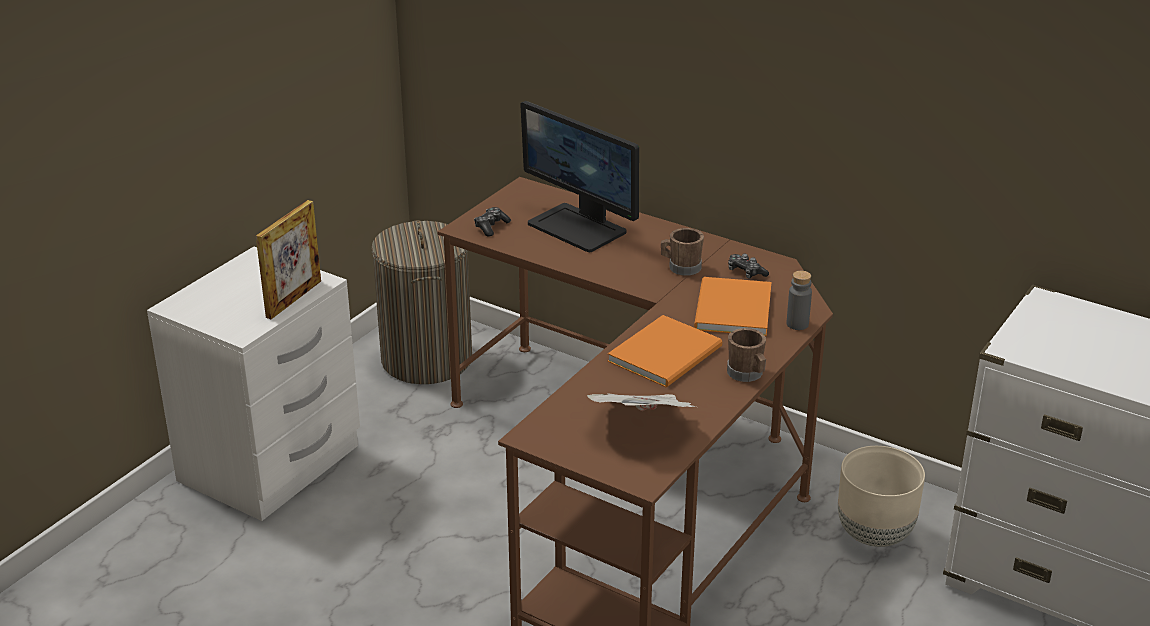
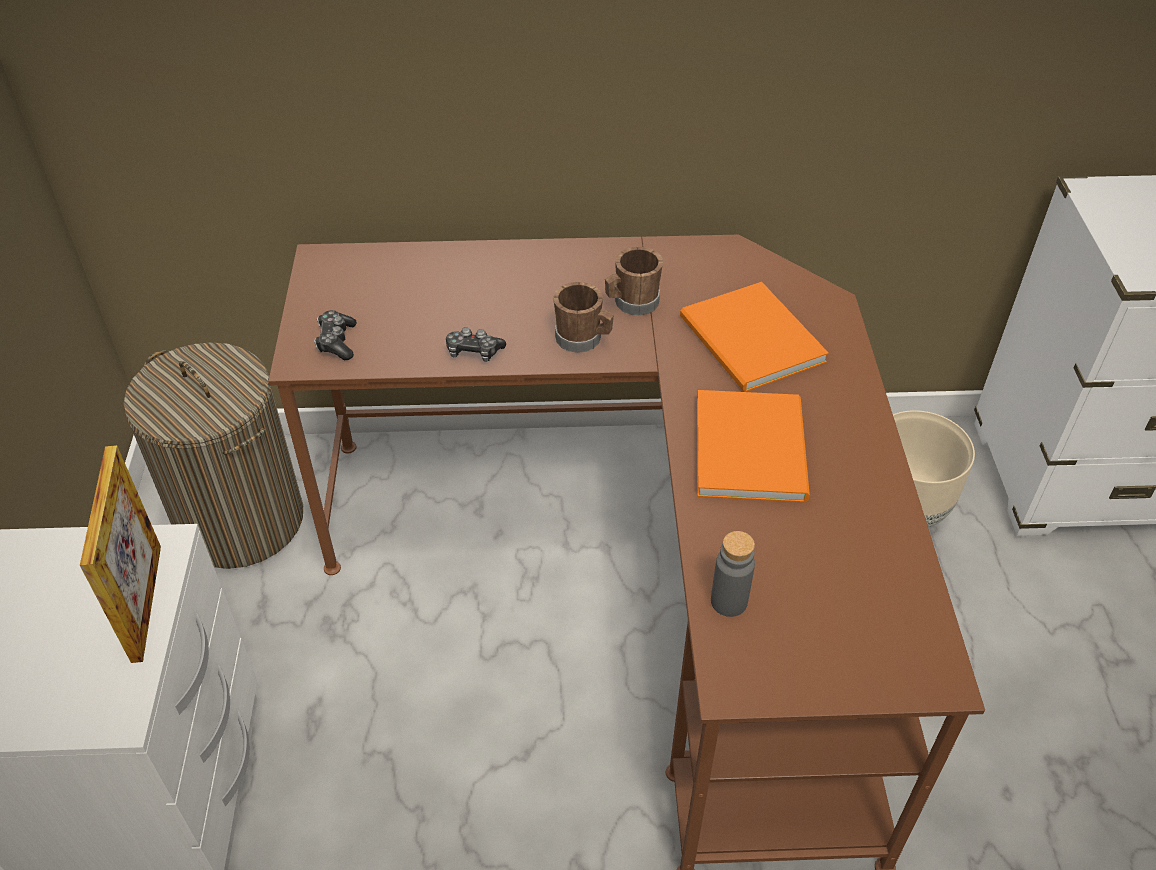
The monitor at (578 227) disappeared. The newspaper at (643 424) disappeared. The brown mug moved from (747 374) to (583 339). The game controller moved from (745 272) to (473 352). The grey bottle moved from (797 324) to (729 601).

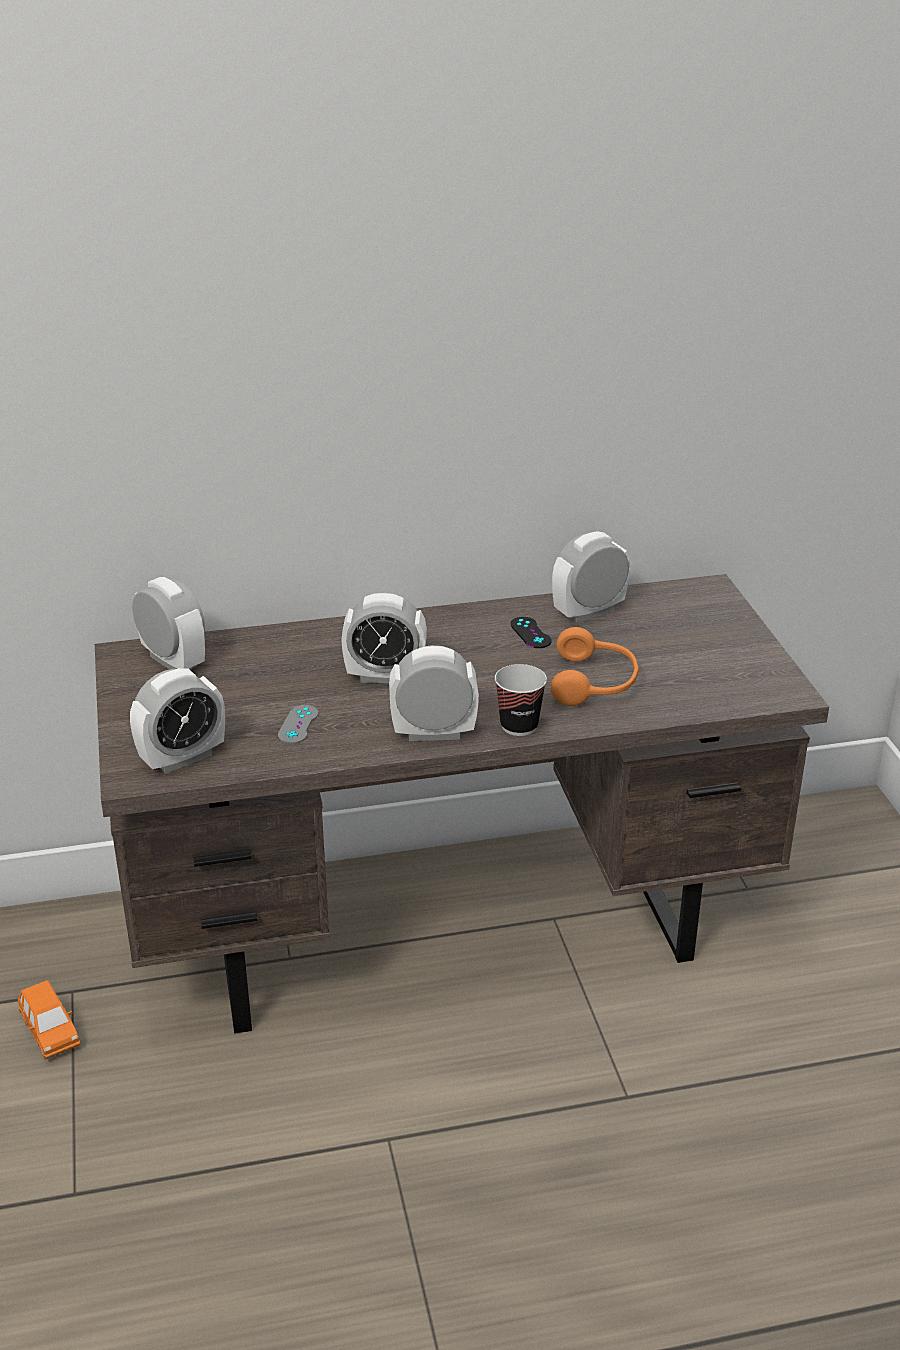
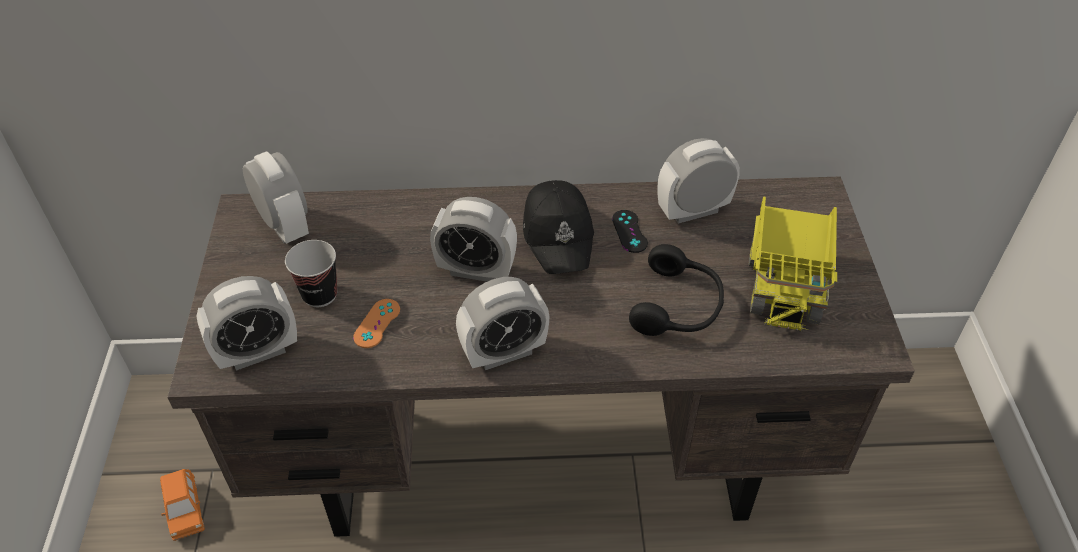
The black cap at (559 235) appeared. The toy truck at (786 283) appeared. The cup moved from (519 726) to (320 294). The grey game controller at (298 725) became the orange game controller at (377 323). The orange headphones at (595 683) became the black headphones at (678 306). The alarm clock at (433 733) turned 150 degrees clockwise.

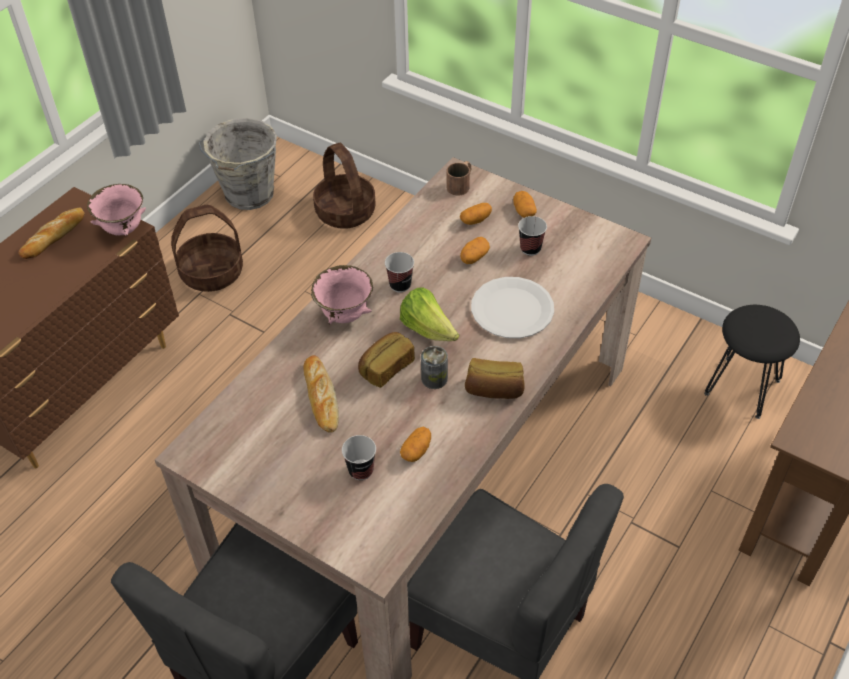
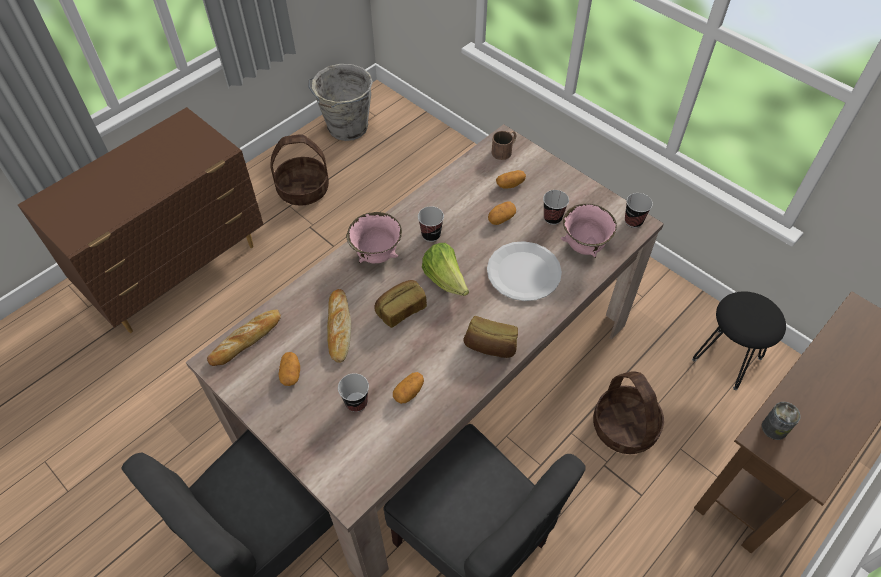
The cup at (633 221) appeared. The bread moved from (54 236) to (246 340). The pink bowl moved from (123 230) to (583 247). The basket moved from (346 212) to (625 427). The can moved from (434 378) to (774 428). The potato moved from (524 211) to (291 373).

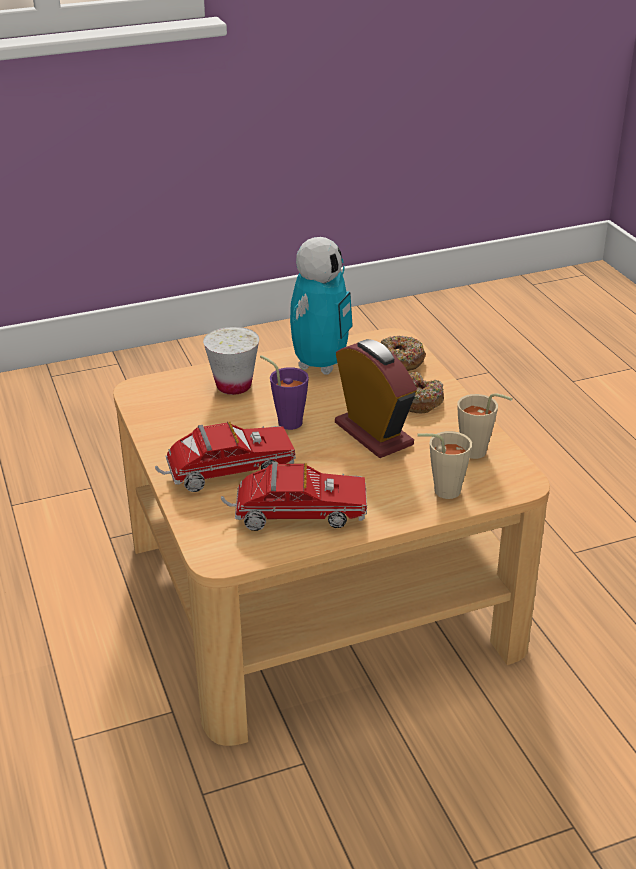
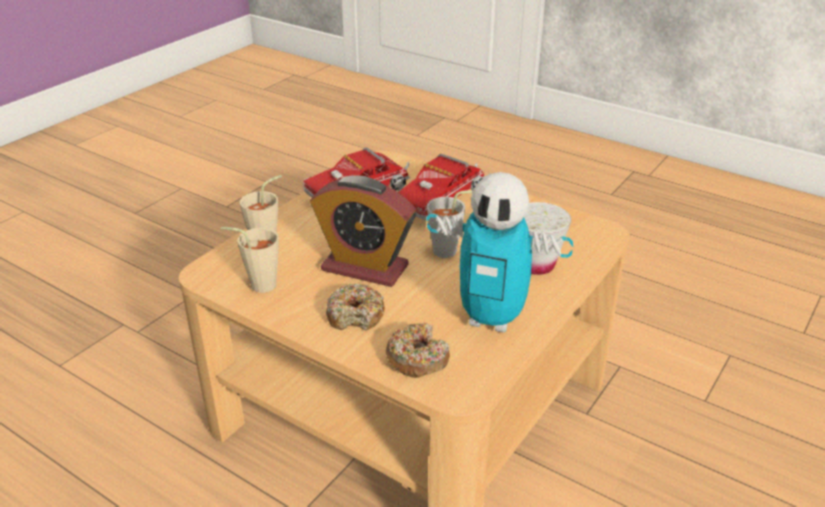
The purple cup at (286 420) became the grey cup at (450 251). The toy robot at (320 365) turned 60 degrees counterclockwise.

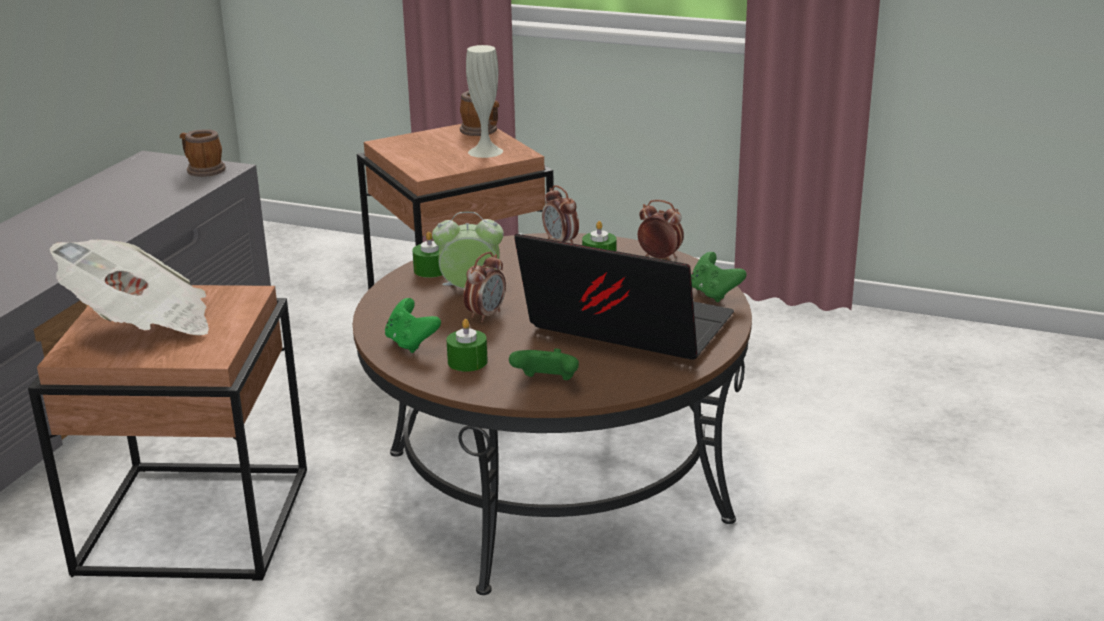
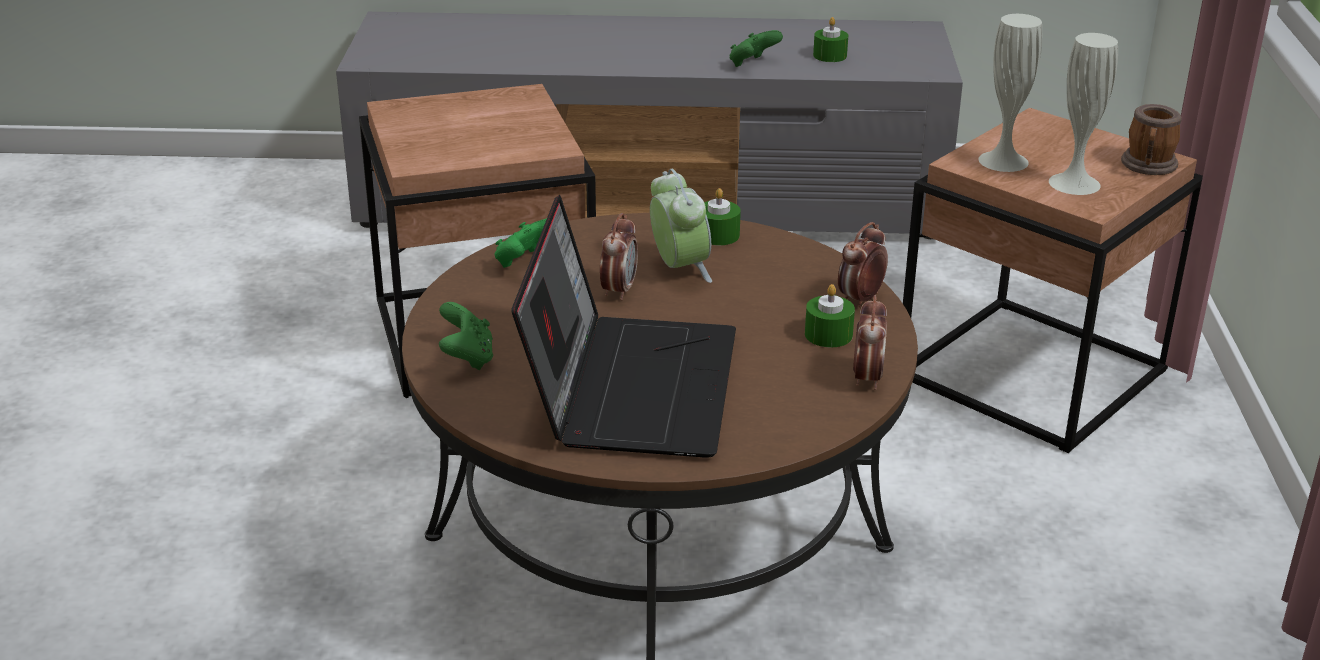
The newspaper at (142 324) disappeared. The mug at (202 169) disappeared. The white vase at (1003 161) appeared. The green candle moved from (467 362) to (830 55). The green game controller moved from (714 294) to (752 64). The alarm clock at (486 315) turned 90 degrees counterclockwise.

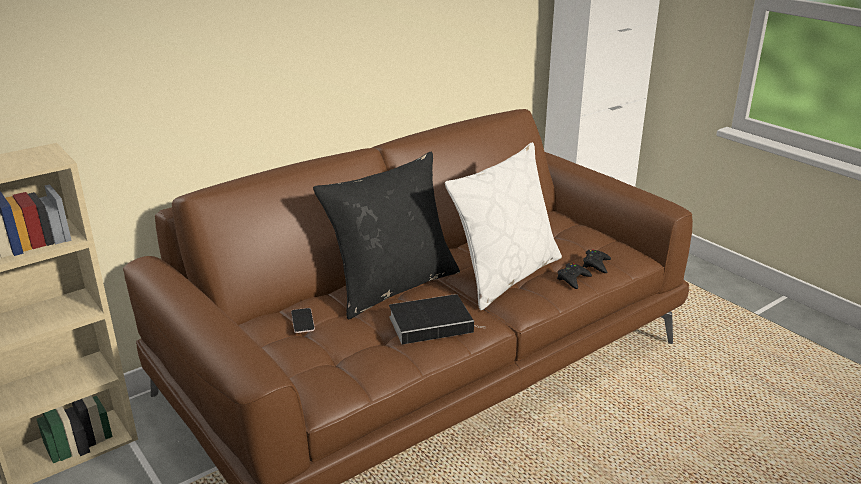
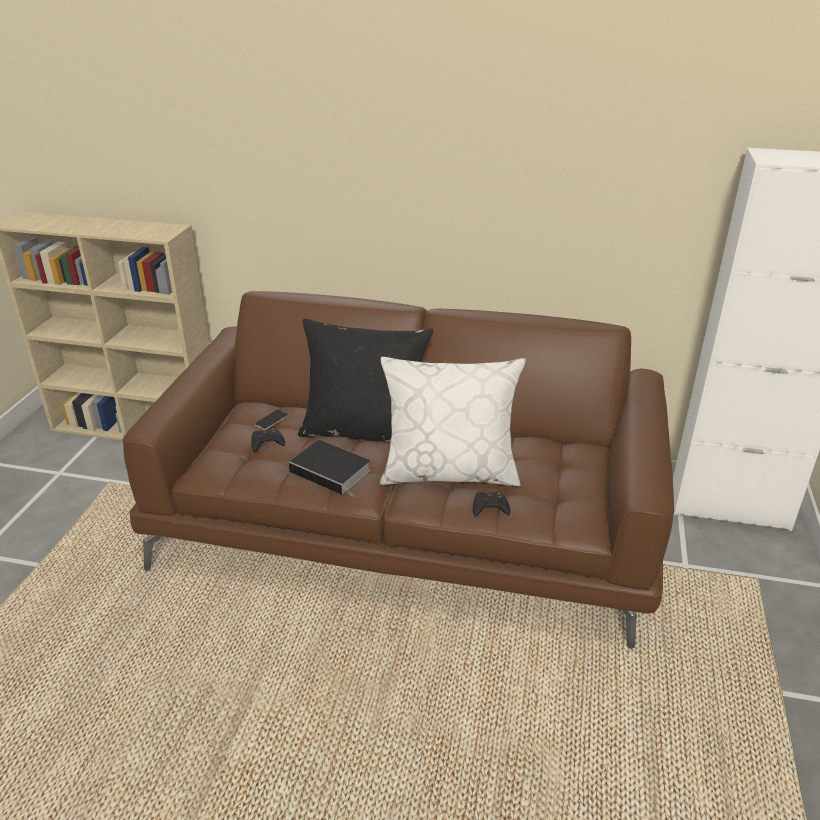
The black game controller moved from (596 264) to (267 443).

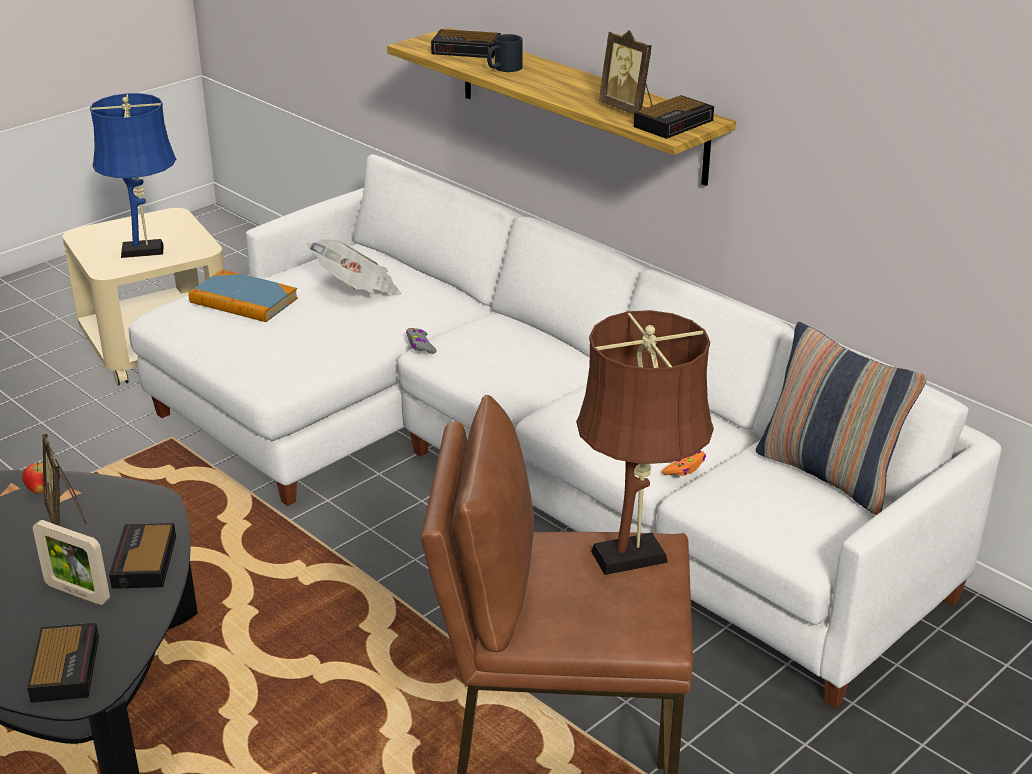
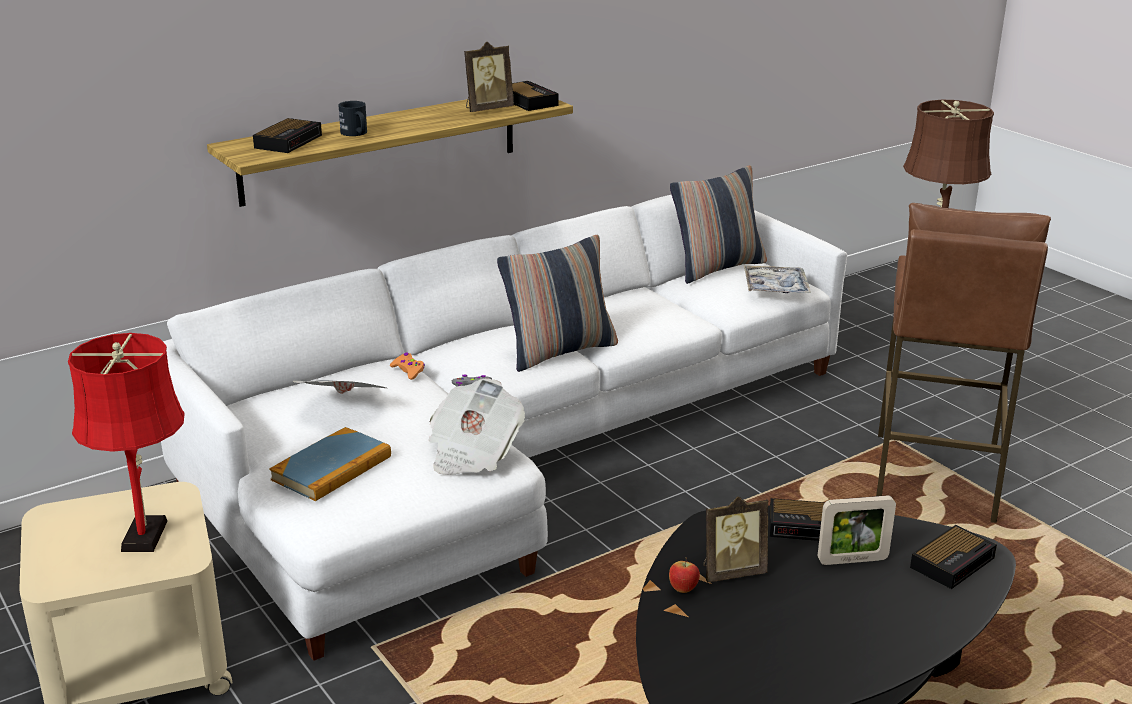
The newspaper at (472 452) appeared. The pillow at (559 351) appeared. The tray at (775 288) appeared. The orange game controller moved from (685 468) to (408 370). The blue table lamp at (147 250) became the red table lamp at (146 532). The alarm clock at (66 667) turned 135 degrees clockwise. The picture frame at (77 593) turned 45 degrees clockwise.

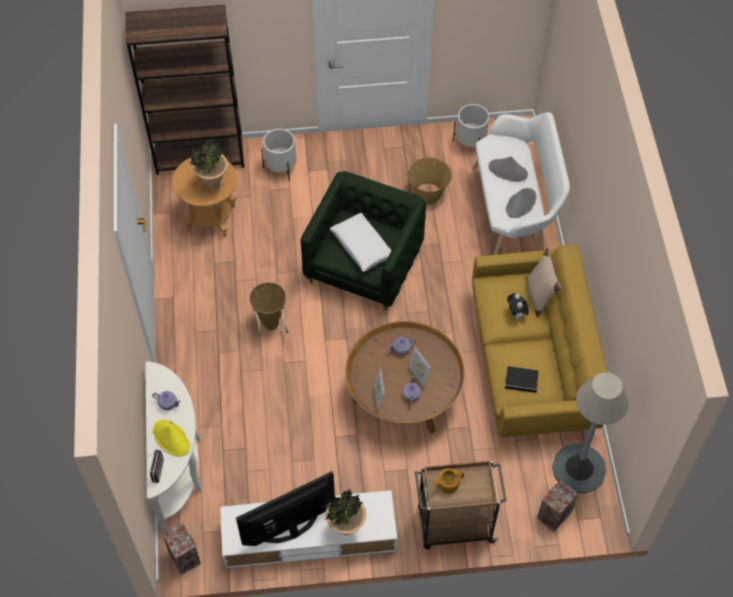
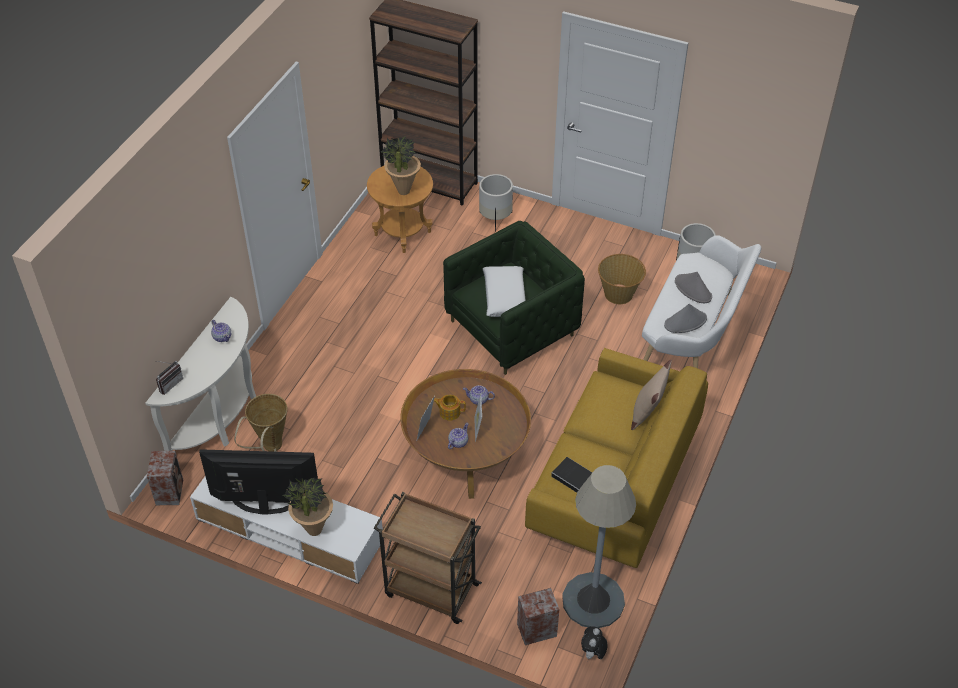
The yellow hat at (171 438) disappeared. The basket moved from (271 327) to (270 448). The teapot moved from (447 484) to (449 412). The plush toy moved from (516 314) to (592 653).

